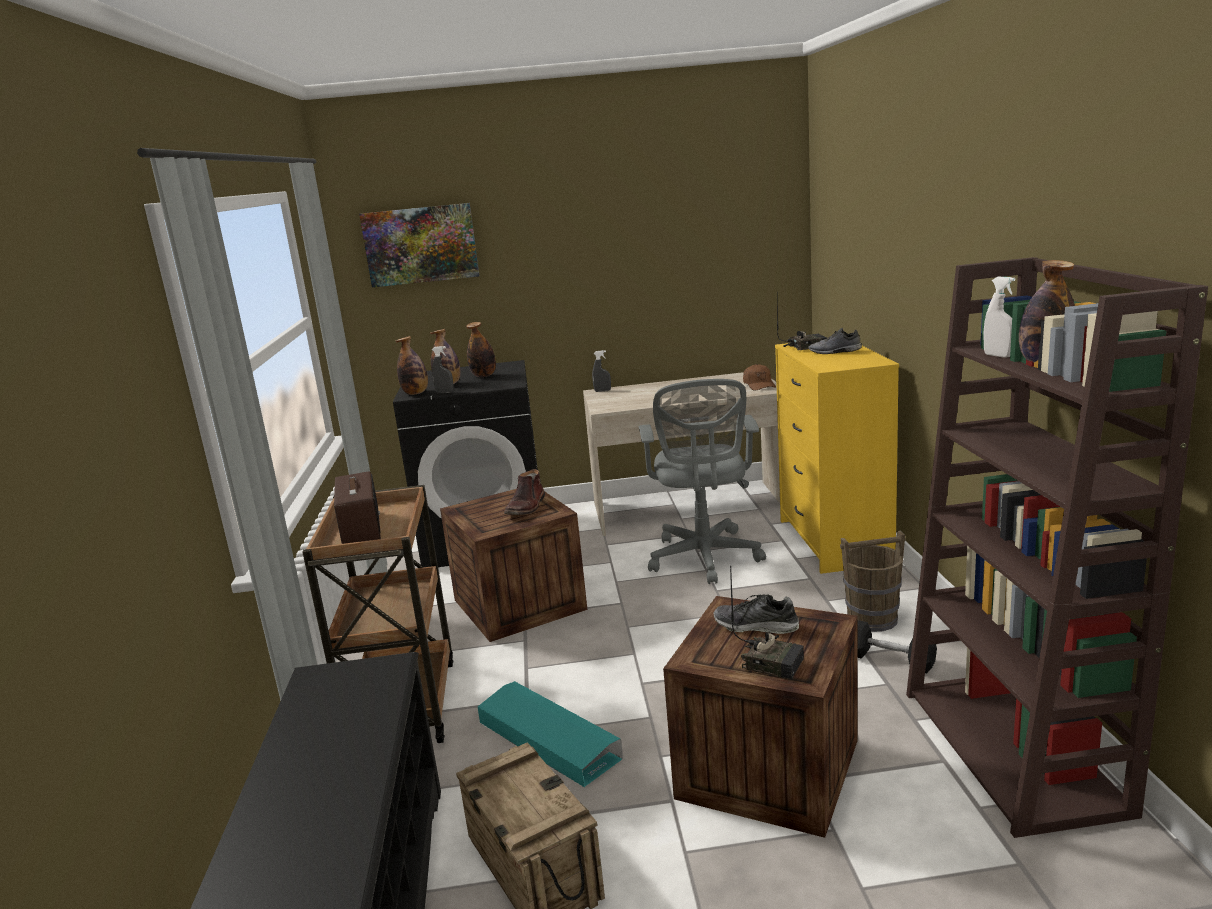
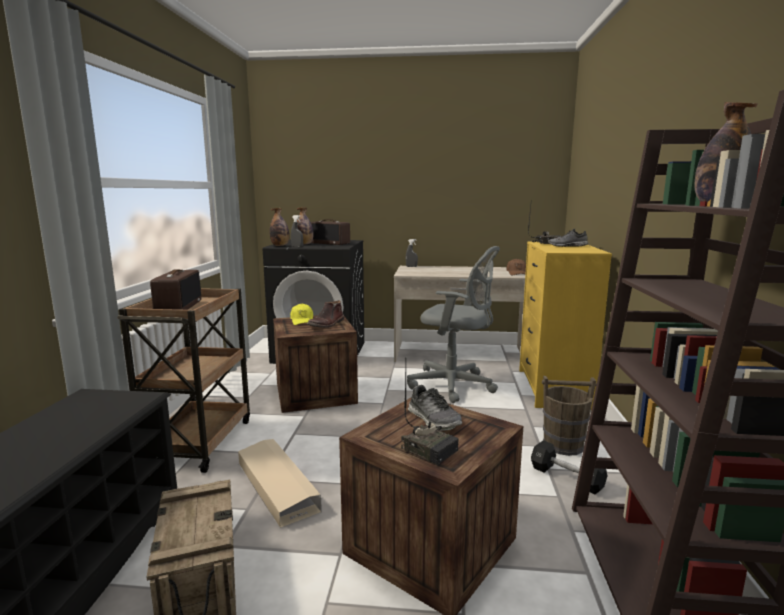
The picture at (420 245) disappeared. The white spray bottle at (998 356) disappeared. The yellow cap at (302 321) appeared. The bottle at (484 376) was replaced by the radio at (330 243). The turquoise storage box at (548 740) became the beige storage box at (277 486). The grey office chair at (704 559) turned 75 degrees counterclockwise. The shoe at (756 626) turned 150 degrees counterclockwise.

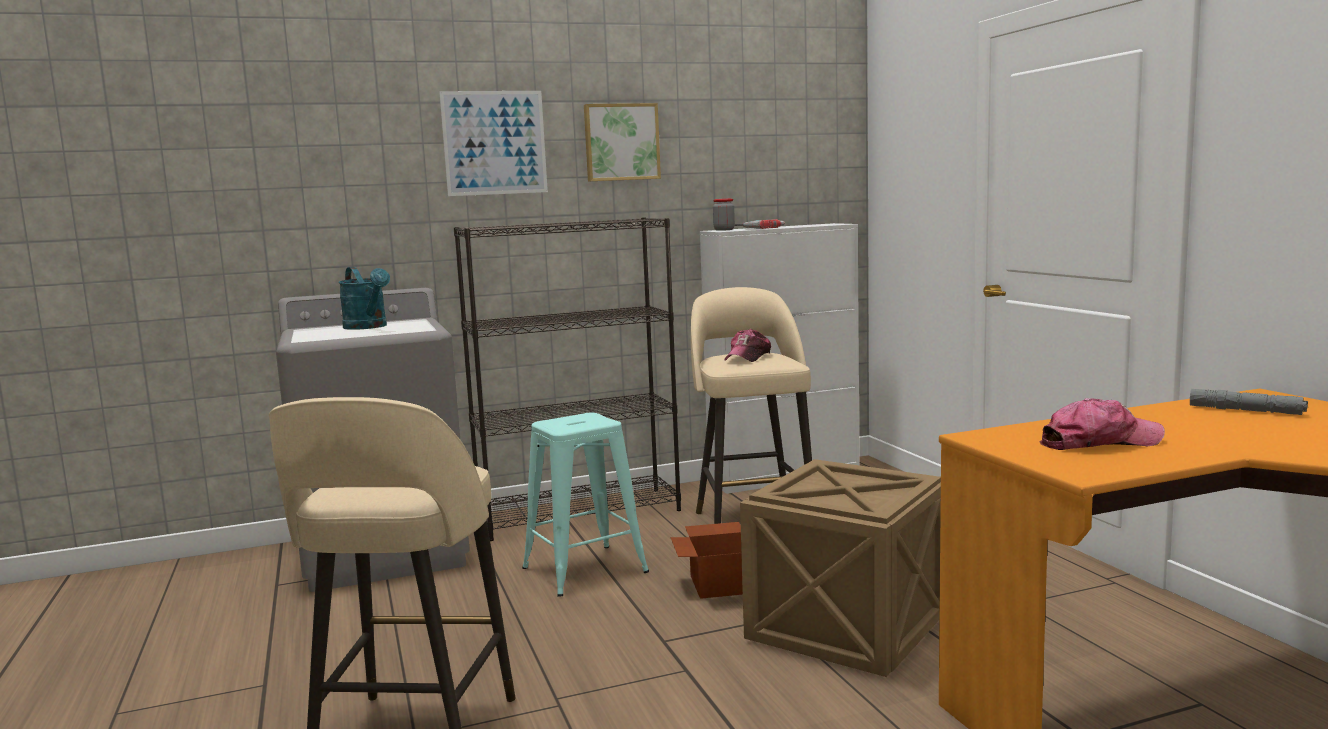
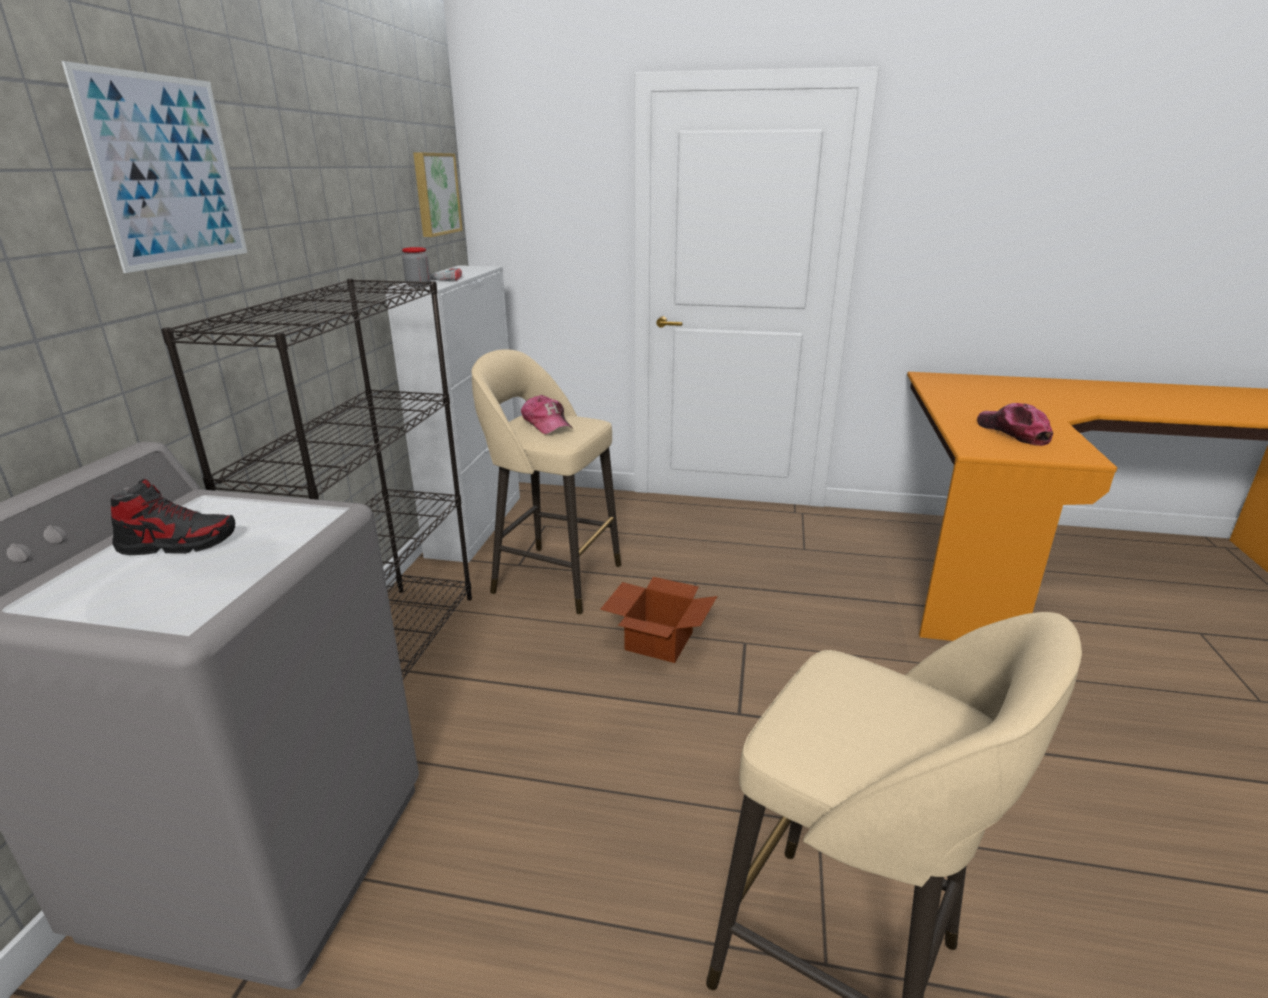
The turquoise stool at (585 570) disappeared. The crate at (847 629) disappeared. The grey flashlight at (1246 410) disappeared. The picture moved from (621 142) to (435 194). The turquoise watering can at (368 327) was replaced by the shoe at (178 544). The cap at (1099 442) turned 45 degrees counterclockwise.

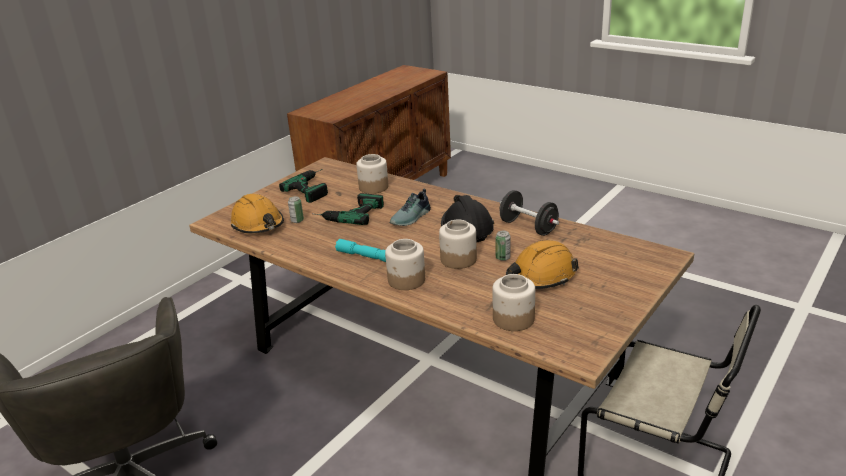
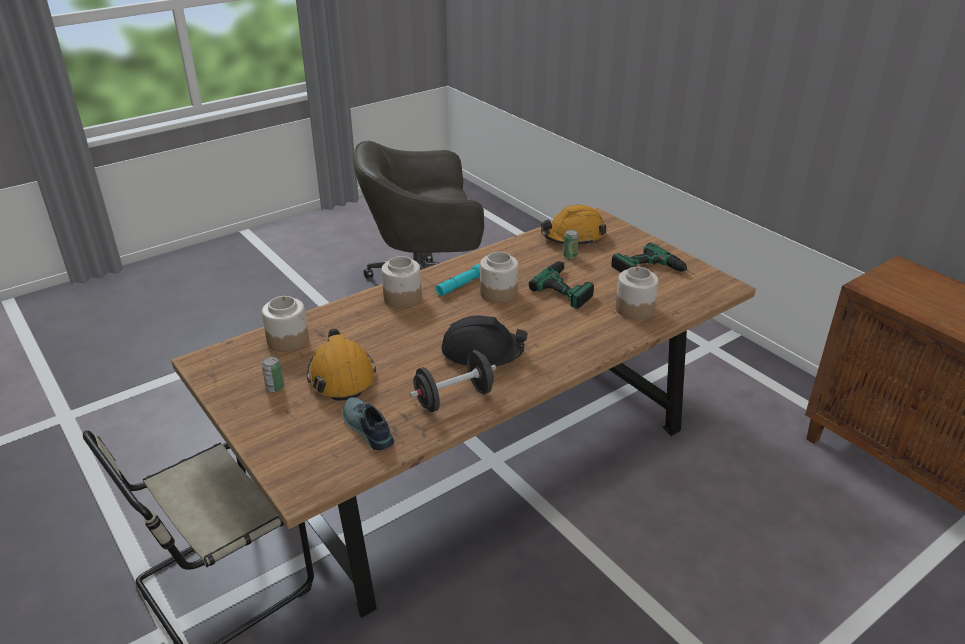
The shoe moved from (412 218) to (366 429). The jar moved from (458 259) to (499 293). The can moved from (503 258) to (275 388).

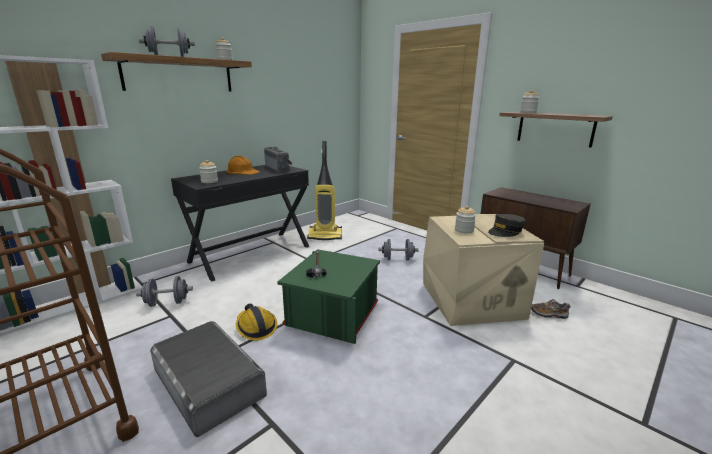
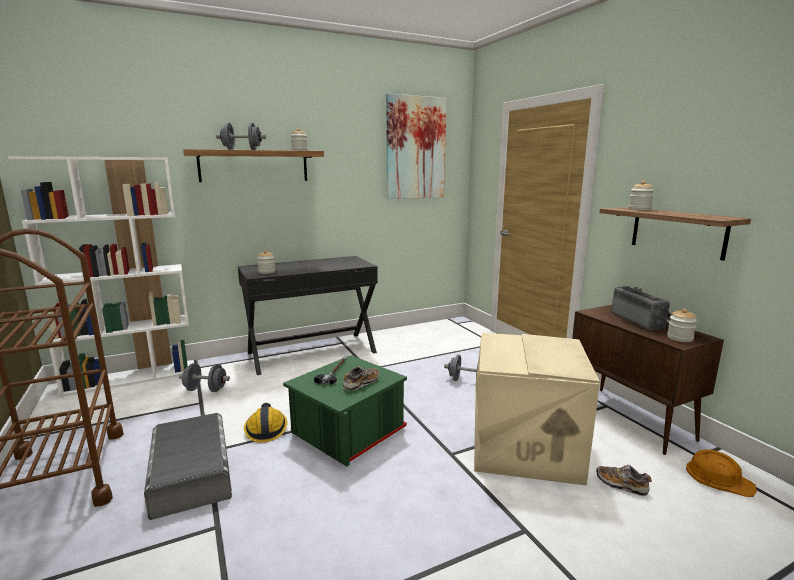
The vacuum cleaner at (325 236) disappeared. The grey cap at (505 231) disappeared. The shoe at (361 383) appeared. The picture at (415 148) appeared. The orange hard hat moved from (242 171) to (719 477). The radio moved from (279 168) to (639 321). The jar moved from (464 230) to (679 338).

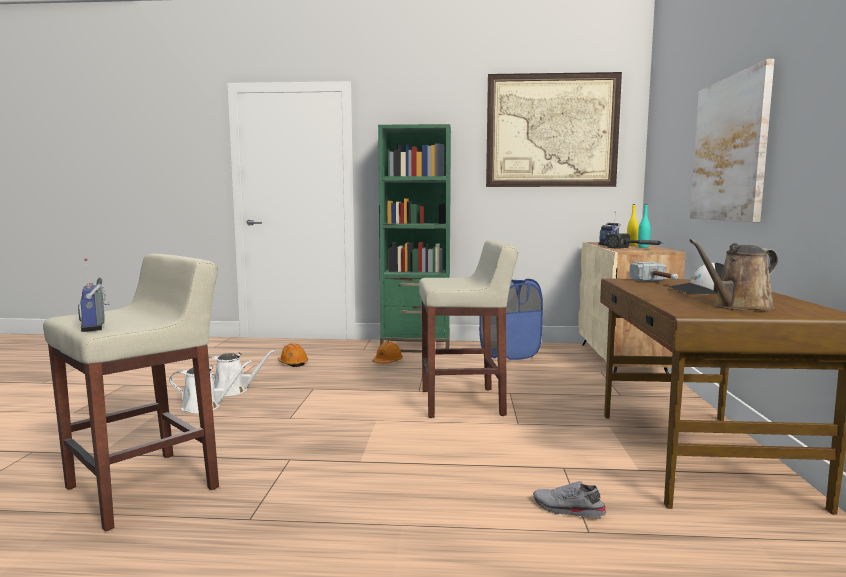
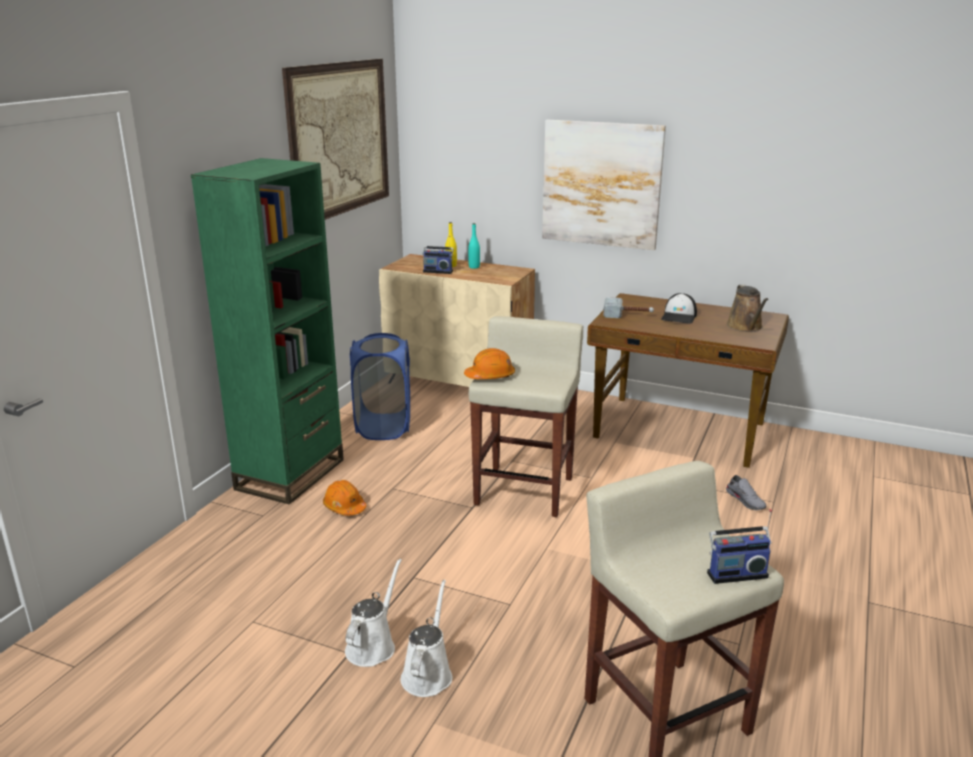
The hammer at (636 248) disappeared. The orange hard hat moved from (293 363) to (490 376). The grey shoe at (568 510) turned 75 degrees counterclockwise.

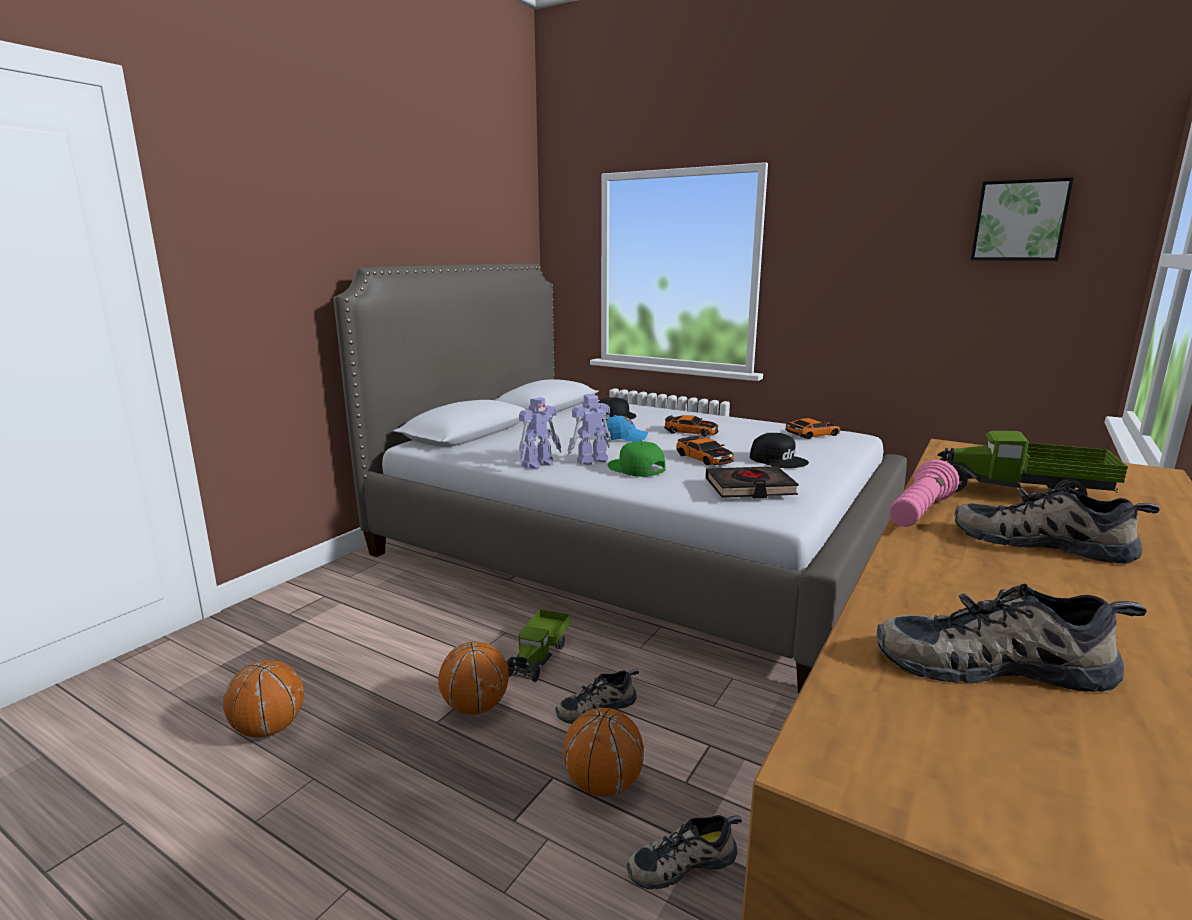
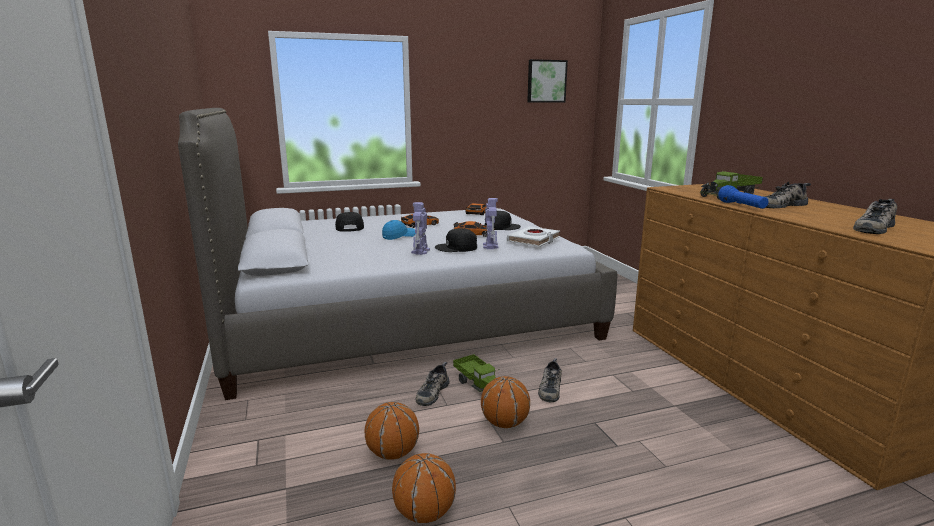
The toy robot moved from (539 464) to (490 246). The basketball moved from (603 784) to (393 454). The shoe moved from (682 861) to (432 392). The green cap at (635 468) became the black cap at (457 247). The black book at (750 488) became the white book at (534 240). The pink flashlight at (919 514) became the blue flashlight at (742 206).

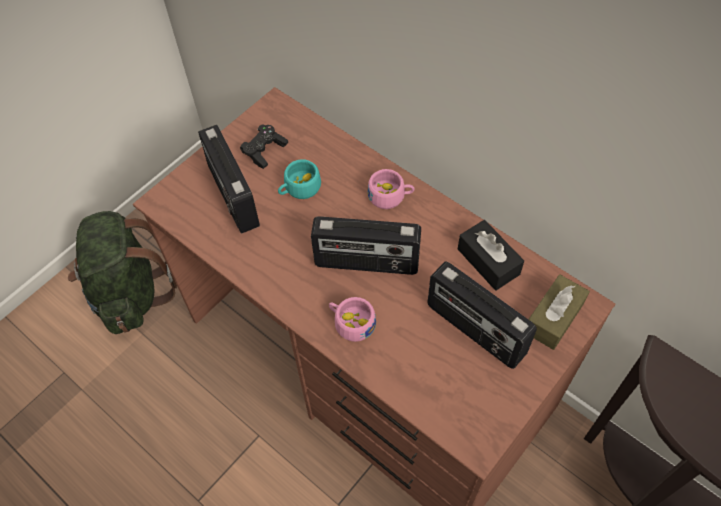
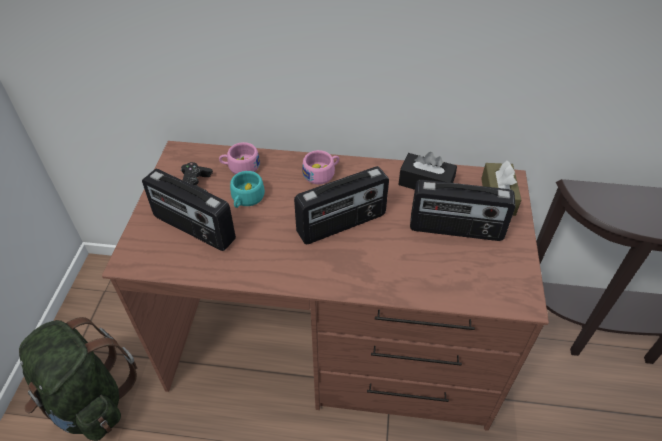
The pink cup moved from (351 322) to (240 167).

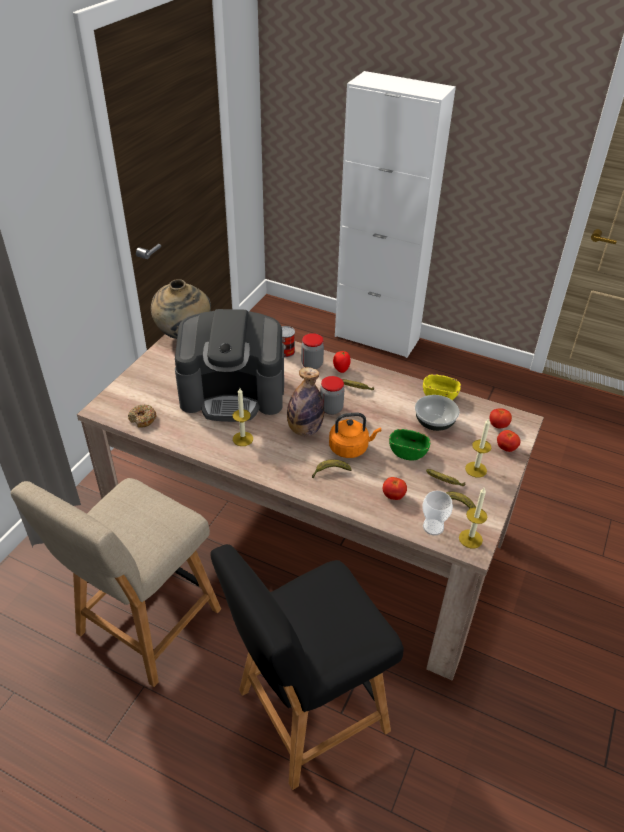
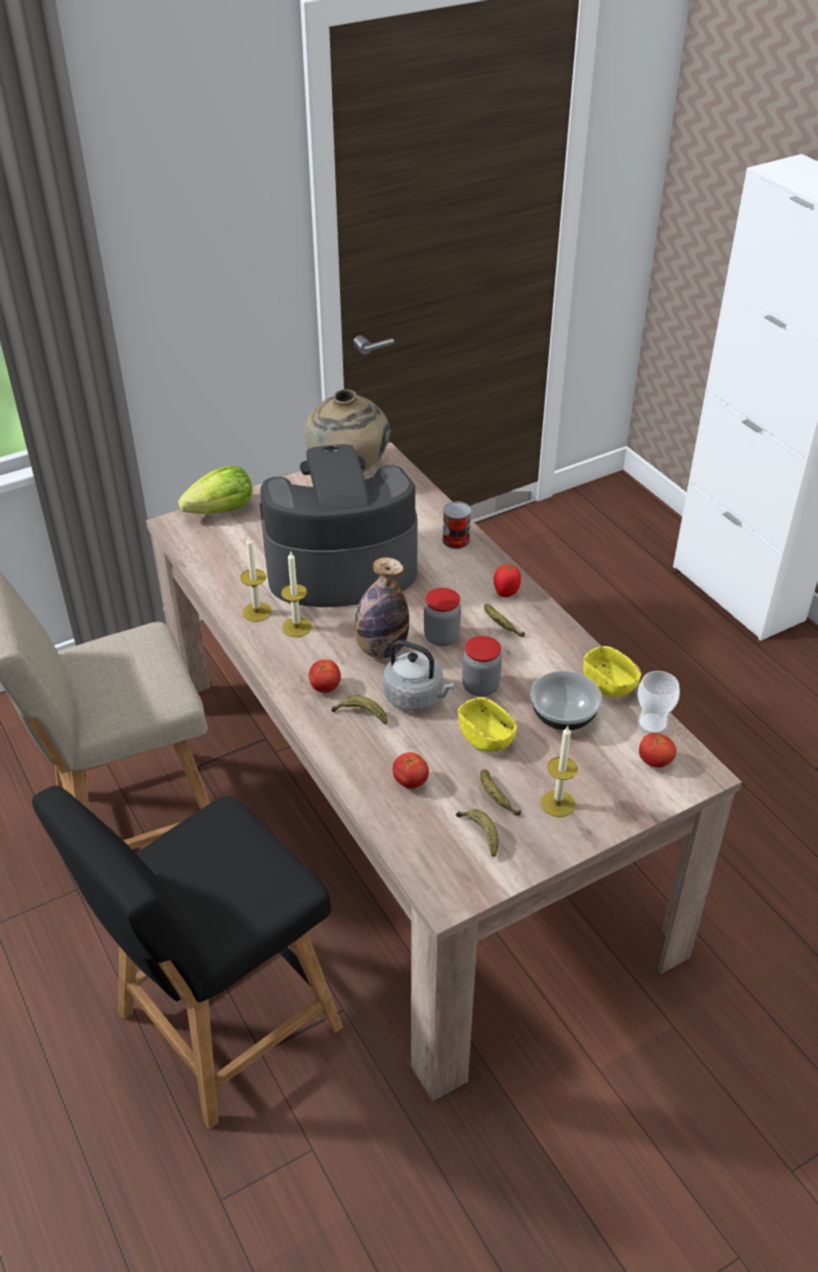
The donut at (143 419) disappeared. The lettuce at (222 511) appeared. The jar moved from (312 364) to (480 687). The cup moved from (433 527) to (652 723). The candle moved from (470 539) to (257 612). The tomato moved from (506 448) to (325 687). The orange kettle at (350 448) became the grey kettle at (416 697). The green bowl at (408 452) became the yellow bowl at (486 737). The coffee machine at (233 393) turned 135 degrees clockwise. The black chair at (306 714) turned 45 degrees counterclockwise.

